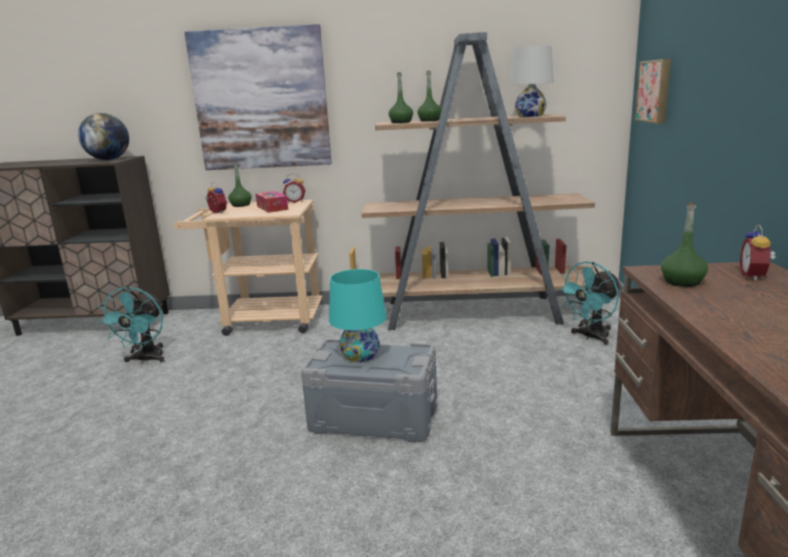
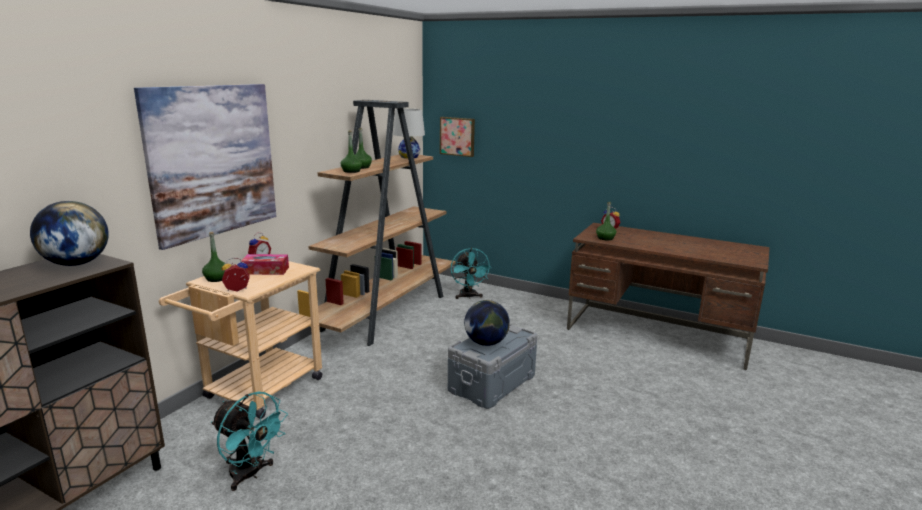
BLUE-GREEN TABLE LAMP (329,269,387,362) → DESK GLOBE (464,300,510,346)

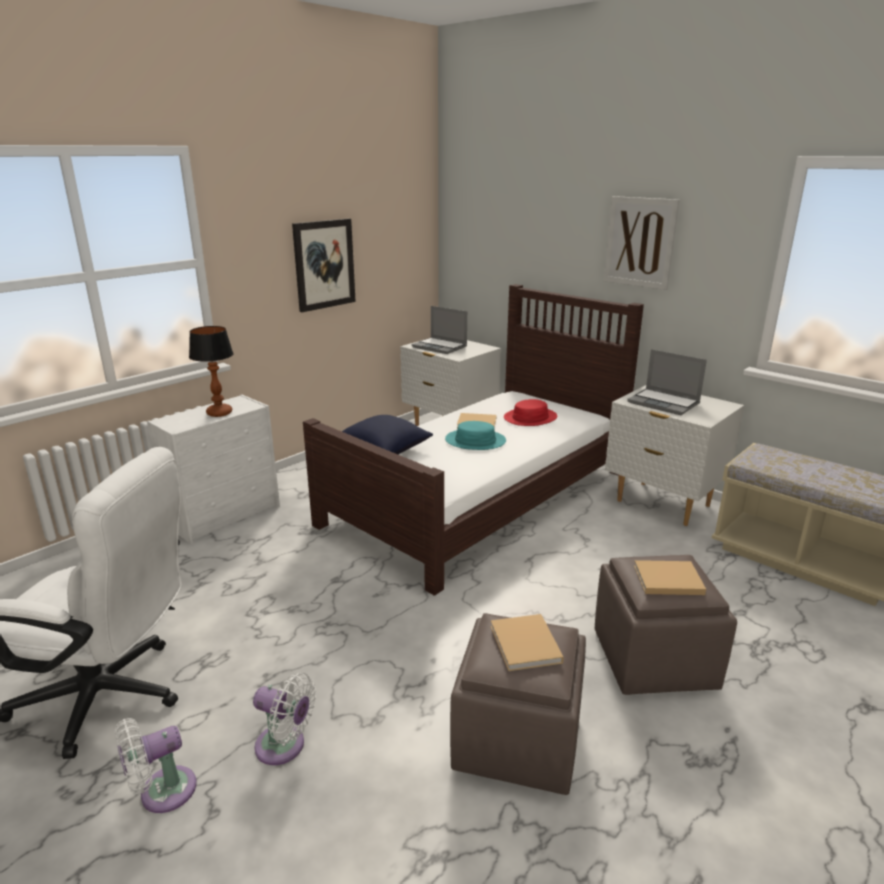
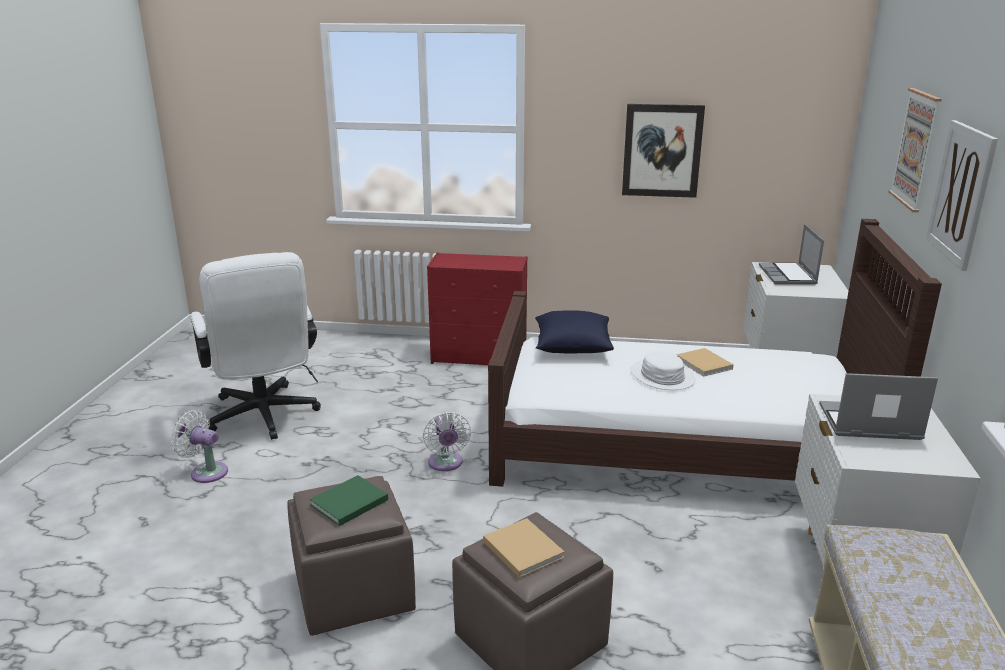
TABLE LAMP (189,326,234,417) → -
REDDISH HAT (504,399,557,426) → -
- → WALL ART (888,88,942,212)
WHITE COOLING FAN (253,673,316,765) → WHITE COOLING FAN (423,412,471,471), moved
WHITE DRAWER CHEST (147,395,280,544) → REDDISH DRAWER CHEST (427,252,527,365)
BLUE-GREEN HAT (445,421,506,450) → WHITE HAT (631,351,696,390)
BEIGE BOOK (490,614,564,671) → GREEN BOOK (309,475,388,526)
PORTABLE COMPUTER (627,349,707,415) → PORTABLE COMPUTER (819,373,938,440), 90 degrees clockwise

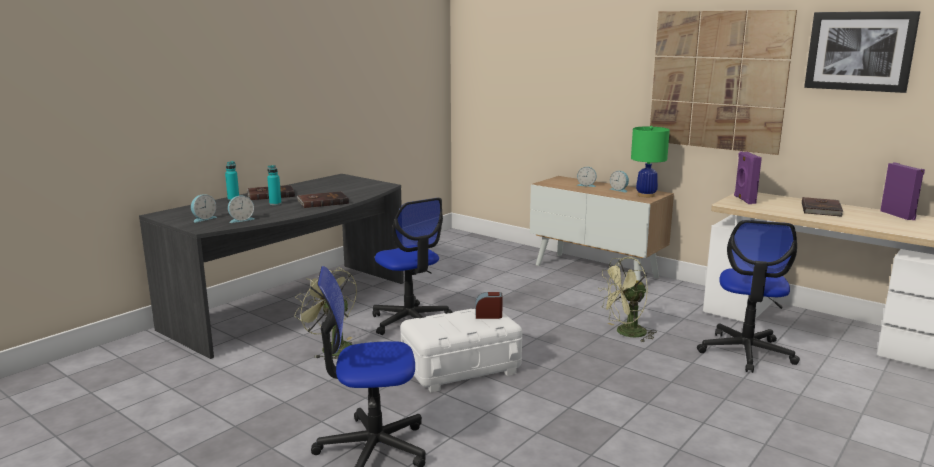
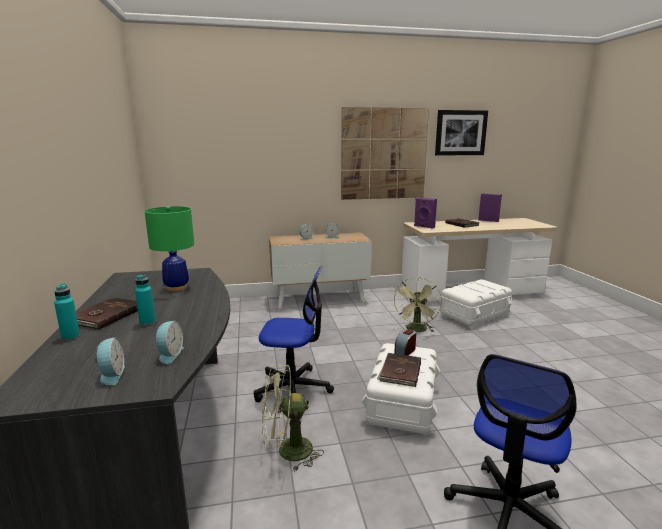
BROWNISH BOOK (297,191,349,208) → BROWNISH BOOK (377,353,421,387), moved
GREEN TABLE LAMP (631,126,670,197) → GREEN TABLE LAMP (145,206,194,291), moved
DESK CHAIR (697,220,800,373) → WHITE STORAGE BOX (440,279,512,329)

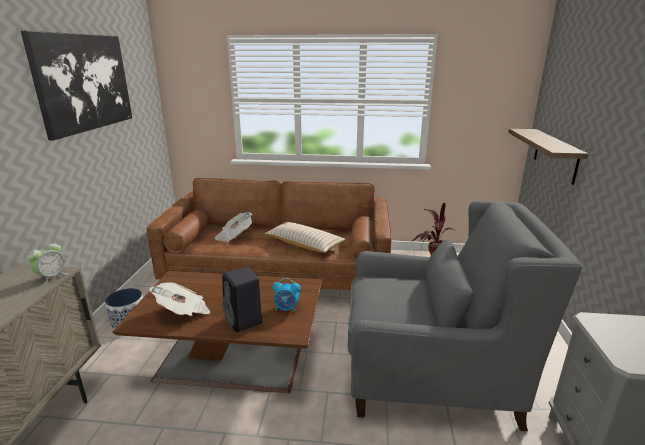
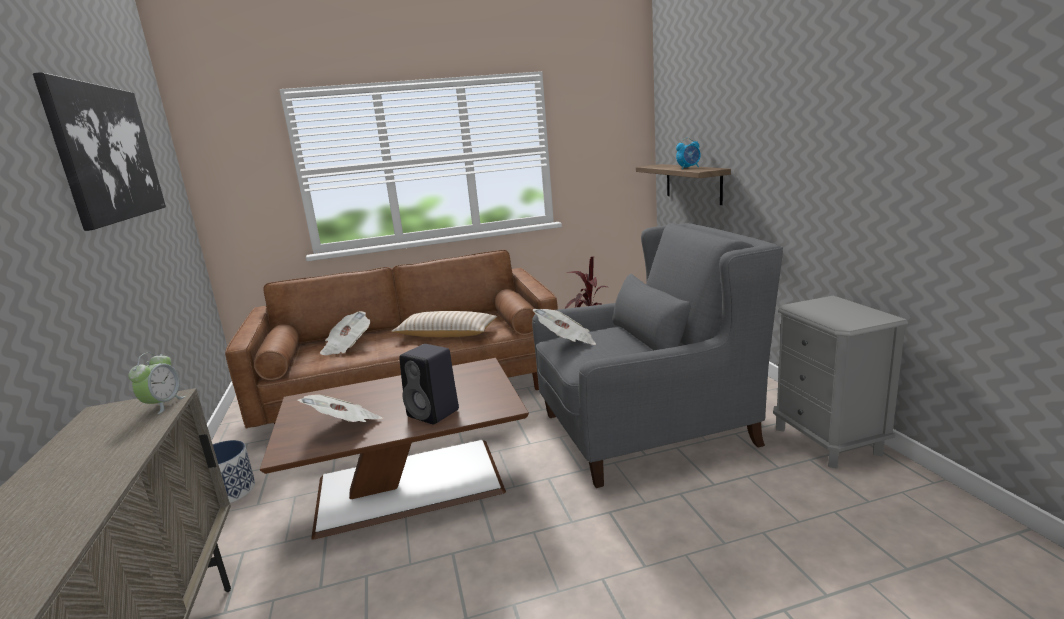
- → DAILY PAPER (533,309,596,345)
ALARM CLOCK (273,278,301,312) → ALARM CLOCK (676,138,701,169), moved

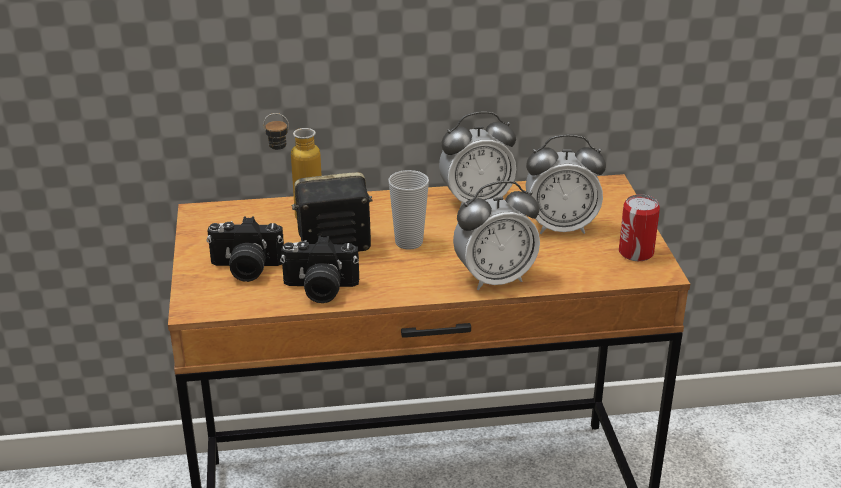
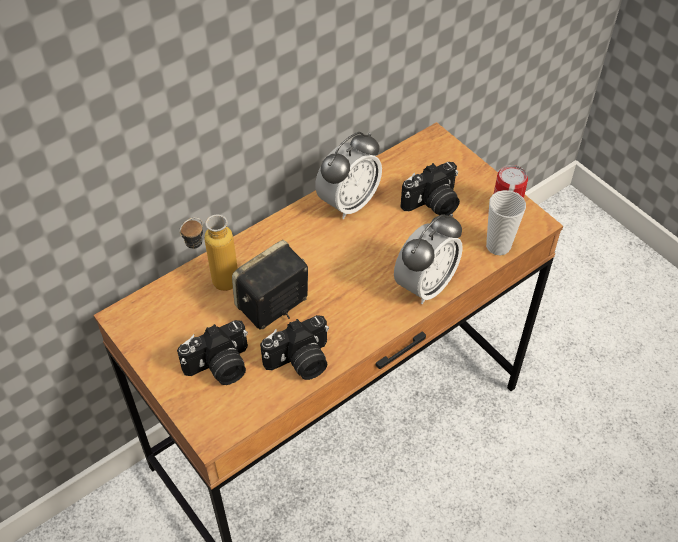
CUP (388,170,429,250) → CUP (486,190,526,255), moved
ALARM CLOCK (526,134,606,234) → STILL CAMERA (401,162,460,216)

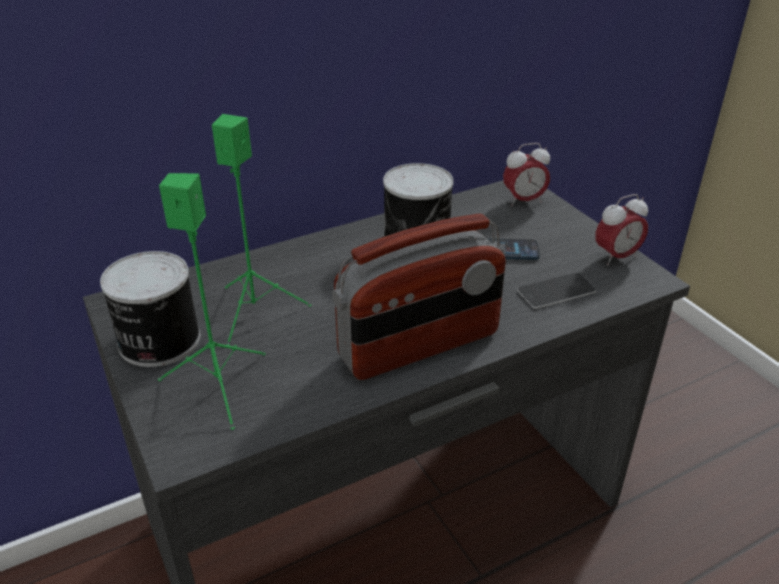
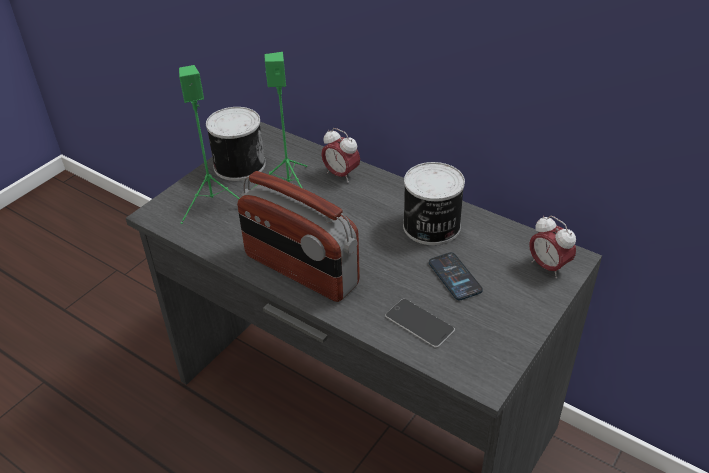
ALARM CLOCK (595,194,648,265) → ALARM CLOCK (321,128,360,183), moved

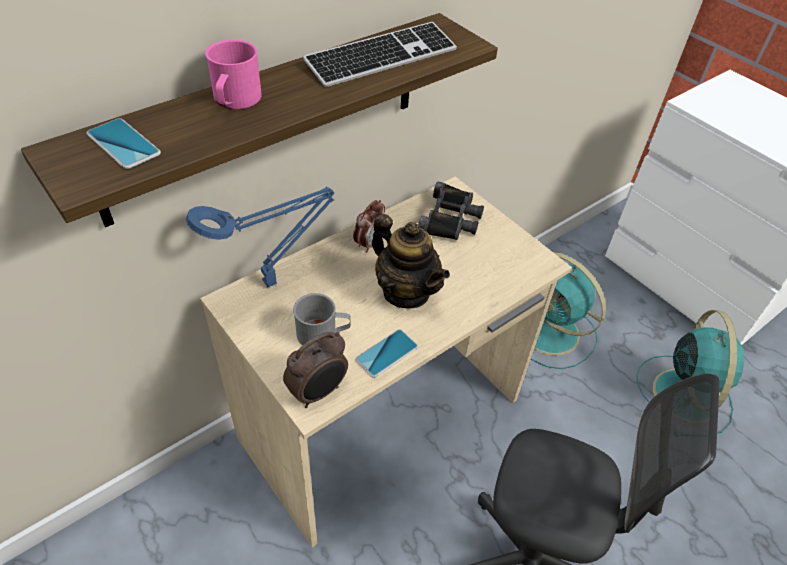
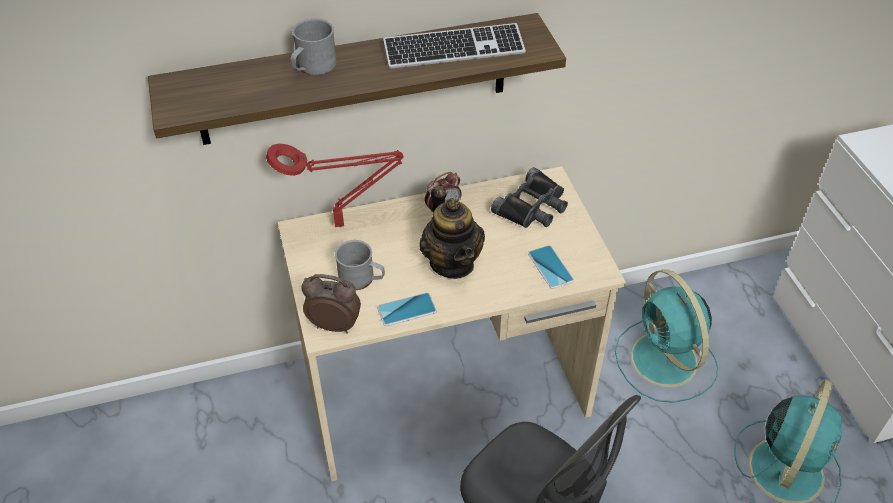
PHONE (86,118,161,169) → PHONE (528,245,574,289), moved
BLUISH TABLE LAMP (186,187,334,288) → REDDISH TABLE LAMP (266,144,404,227)
PINKISH TEA MUG (205,39,262,109) → GREYISH TEA MUG (291,18,336,75)
ALARM CLOCK (283,332,348,408) → ALARM CLOCK (301,274,361,334), 150 degrees counterclockwise

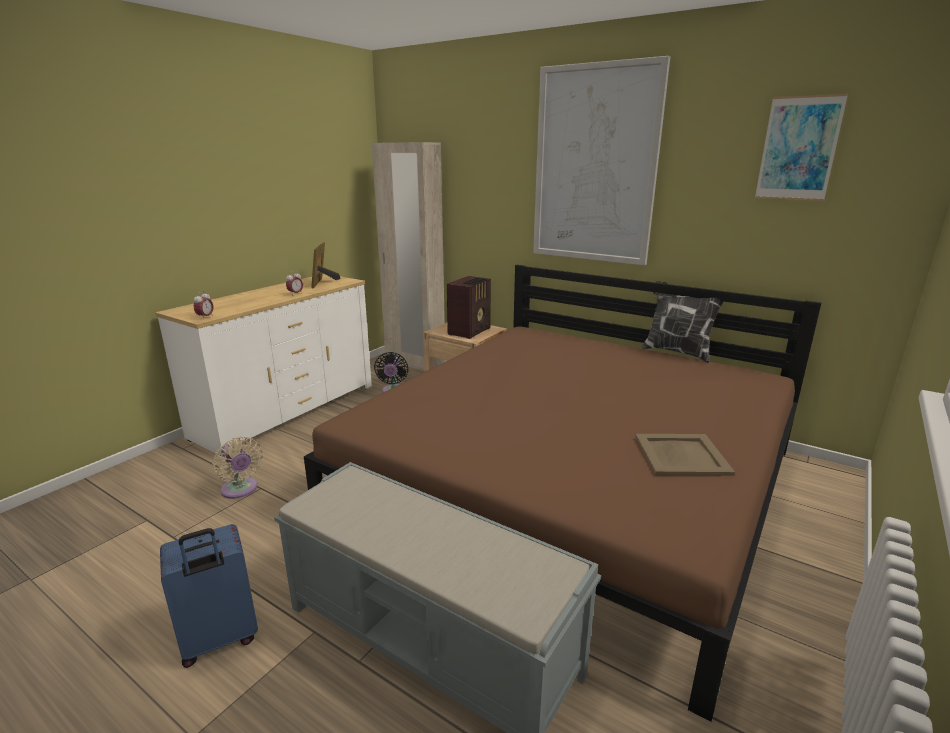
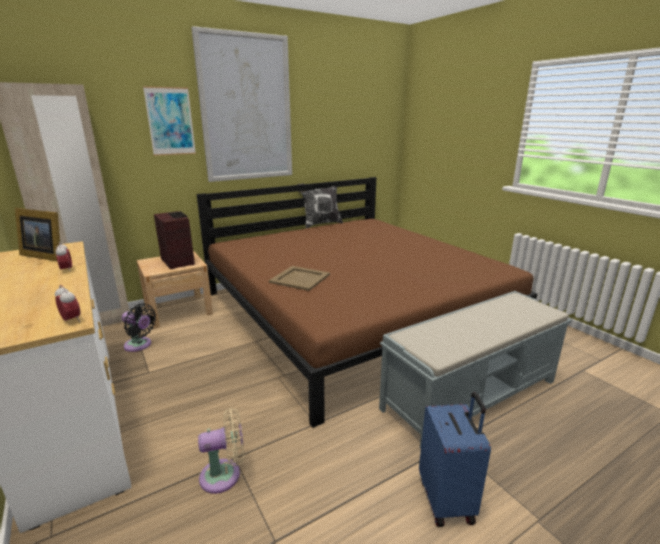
BEIGE SERVING TRAY (635,434,735,476) → BEIGE SERVING TRAY (269,266,330,291), moved
WALL ART (755,94,848,201) → WALL ART (143,86,196,156), moved

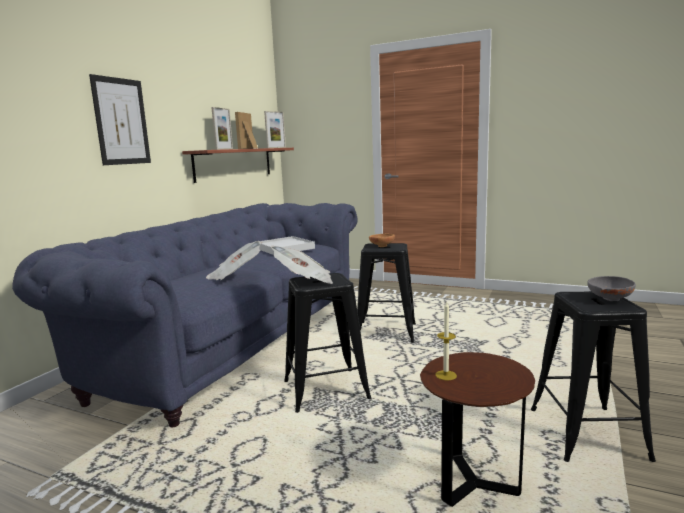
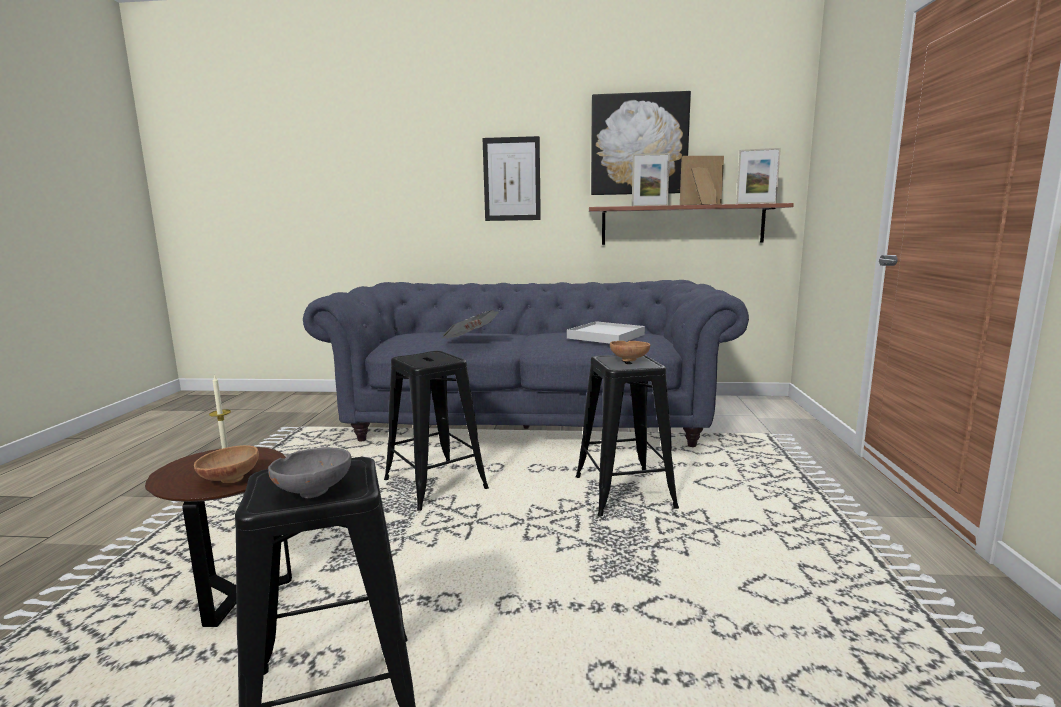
DAILY PAPER (271,246,333,284) → -
- → BROWNISH BOWL (194,445,259,483)
- → WALL ART (591,91,691,195)

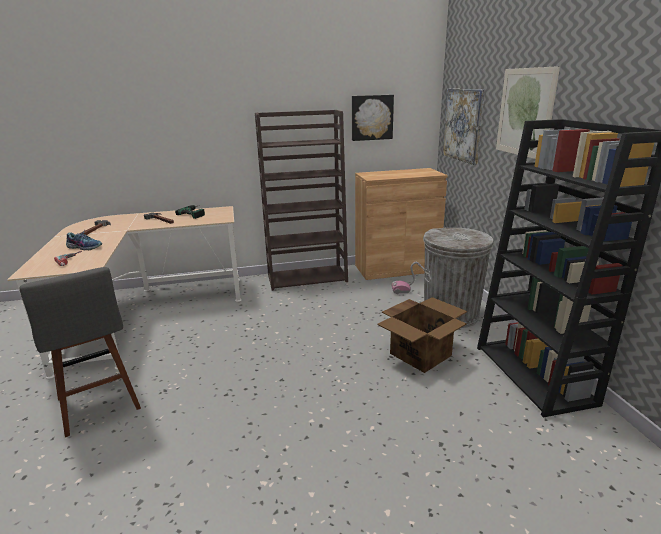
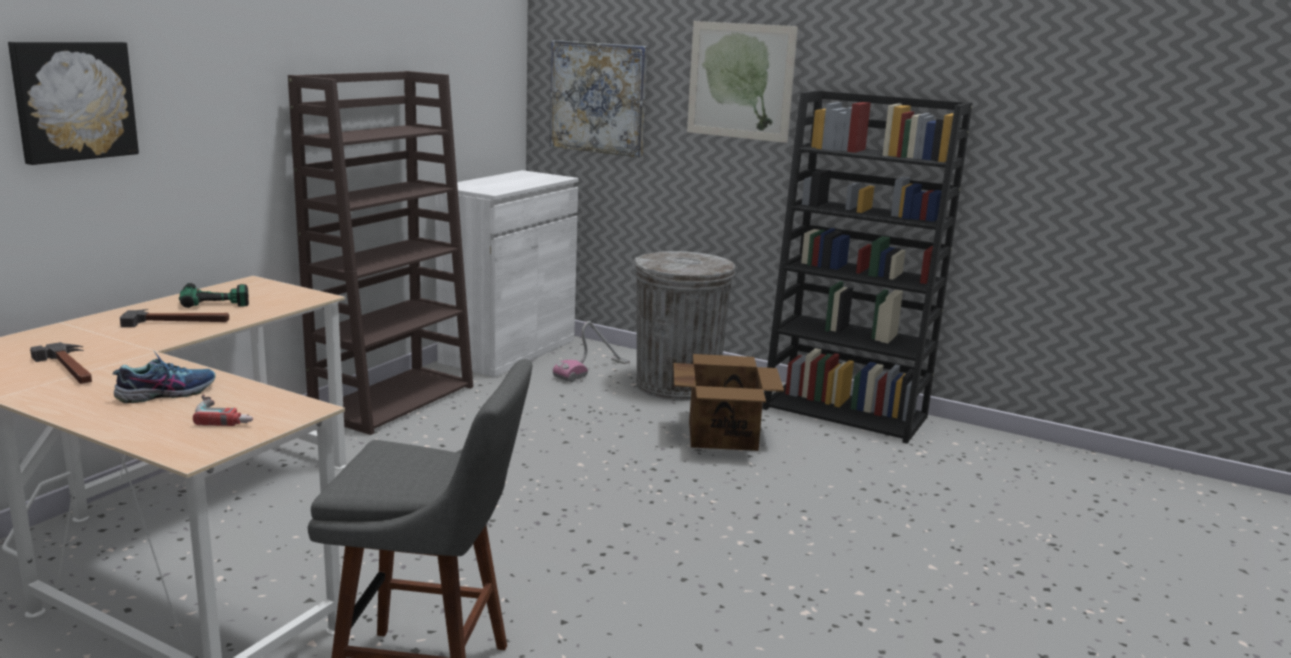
WALL ART (352,95,394,141) → WALL ART (8,42,139,165), moved
BROWNISH CABINET (355,168,448,280) → WHITE CABINET (435,170,578,378)

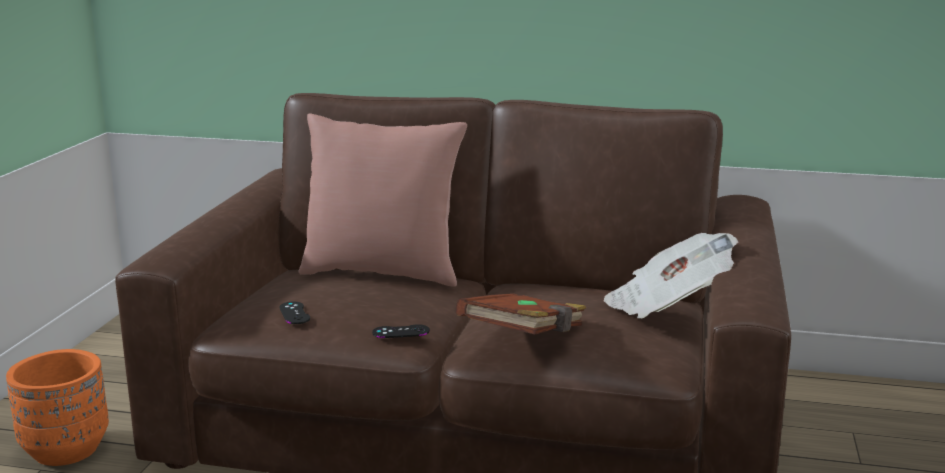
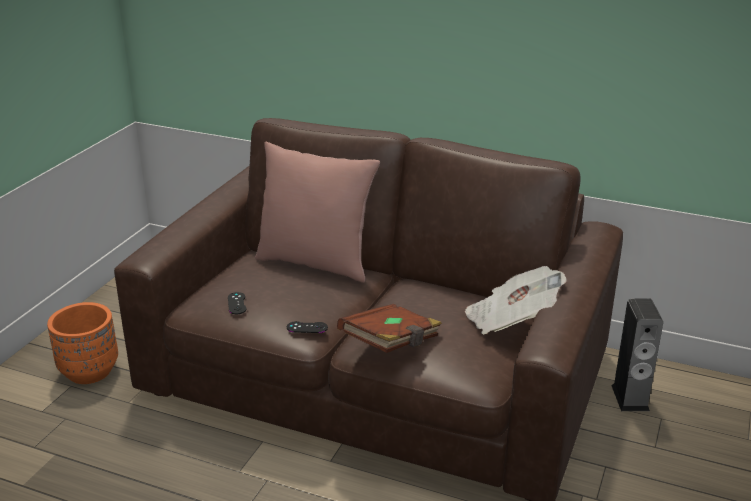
- → AUDIO SPEAKER (611,298,663,411)

